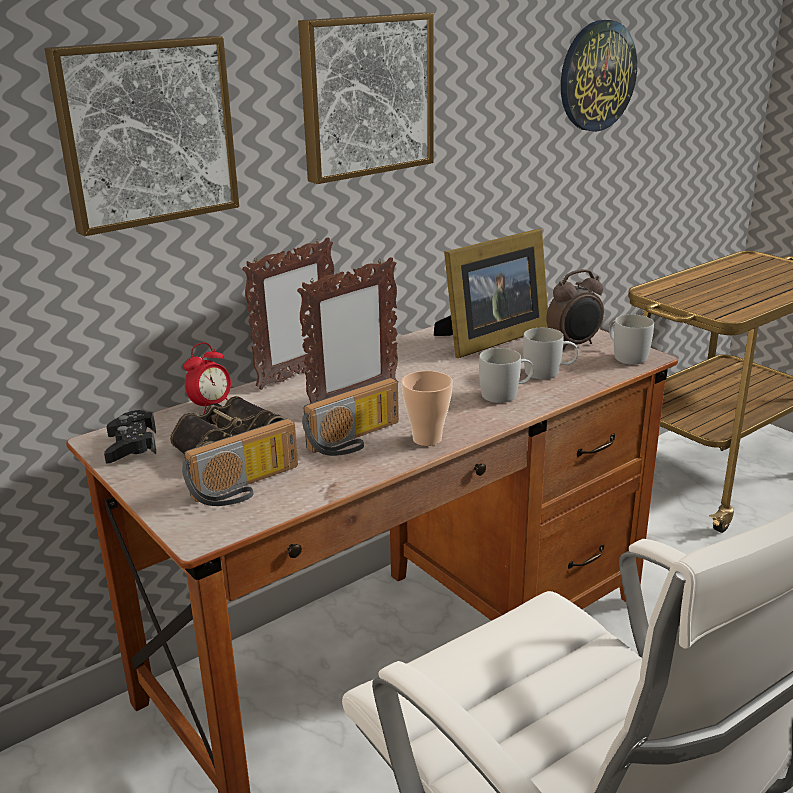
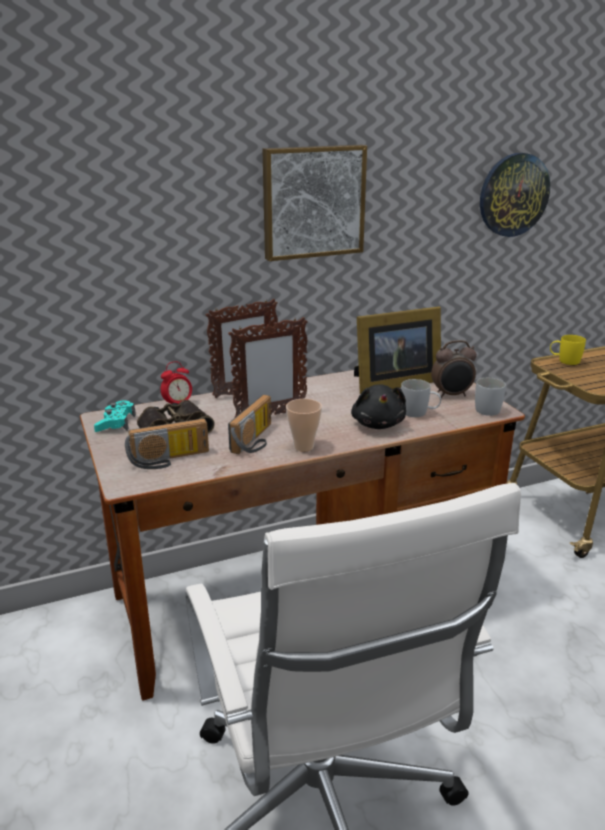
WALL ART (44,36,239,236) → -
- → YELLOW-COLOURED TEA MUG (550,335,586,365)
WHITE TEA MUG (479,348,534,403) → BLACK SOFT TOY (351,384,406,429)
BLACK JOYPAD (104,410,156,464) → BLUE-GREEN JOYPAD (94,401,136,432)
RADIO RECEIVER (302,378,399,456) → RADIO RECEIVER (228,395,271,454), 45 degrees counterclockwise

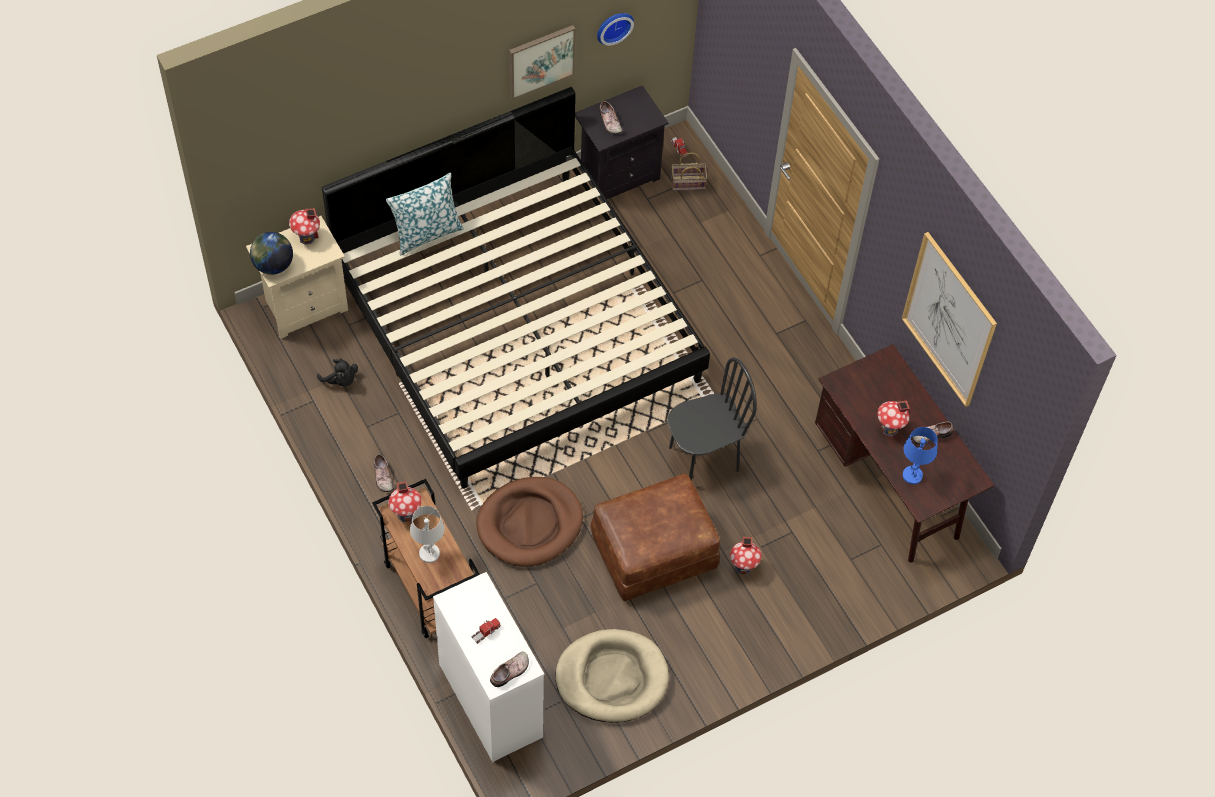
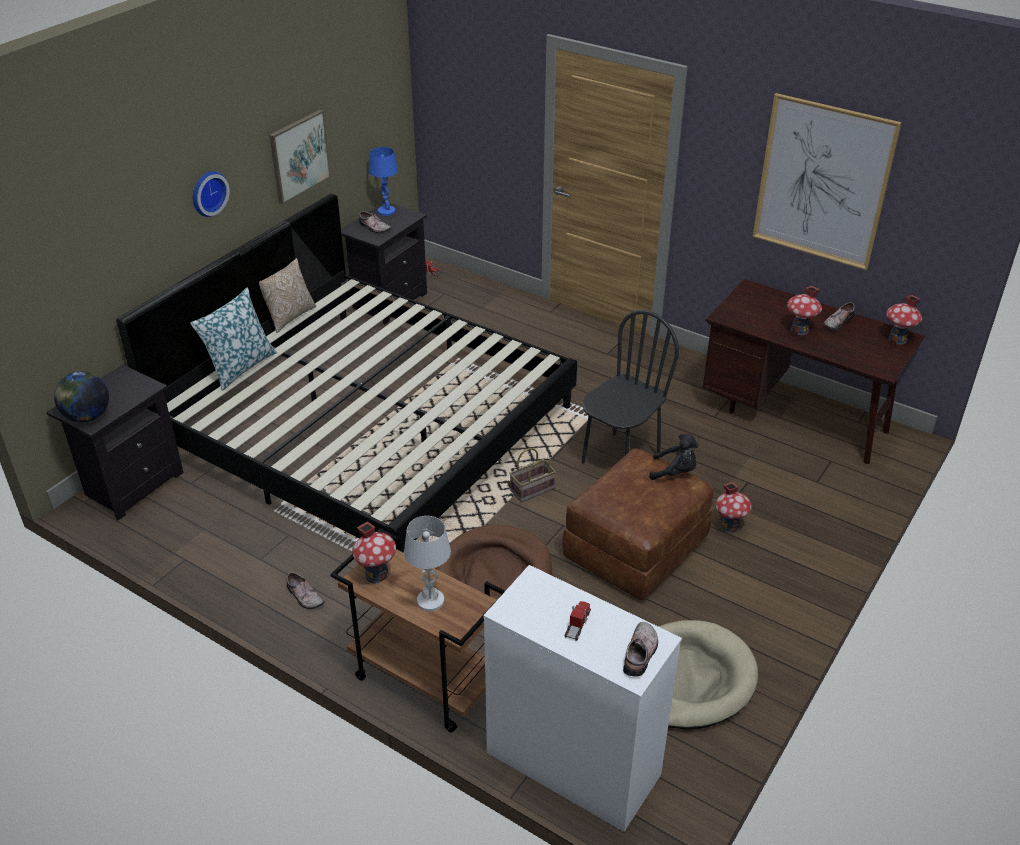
- → THROW PILLOW (259,258,316,333)
TOY HOUSE (289,208,320,245) → TOY HOUSE (886,295,922,345), moved
BLACK SOFT TOY (317,358,358,387) → BLACK SOFT TOY (649,434,699,480), moved
CLOCK ON THE WALL (597,13,634,46) → CLOCK ON THE WALL (193,171,230,217), moved
BASKET (671,152,707,191) → BASKET (509,448,556,503), moved
BLUISH TABLE LAMP (903,427,938,484) → BLUISH TABLE LAMP (369,147,398,216), moved
BEIGE BEDSIDE TABLE (246,216,348,339) → BLACK BEDSIDE TABLE (46,365,184,521)

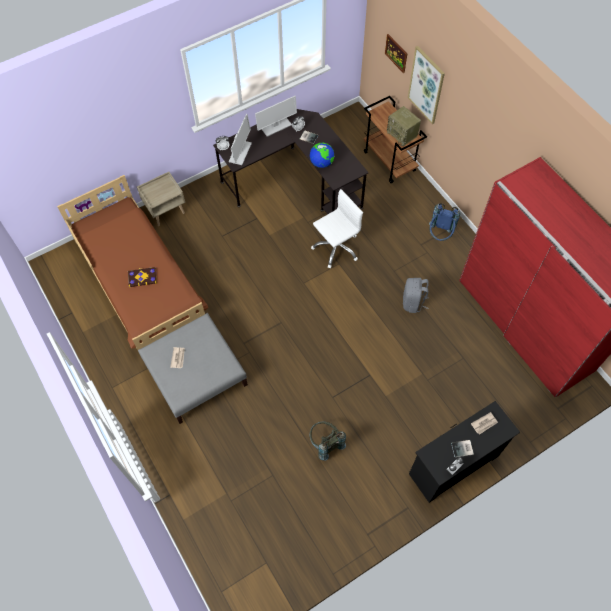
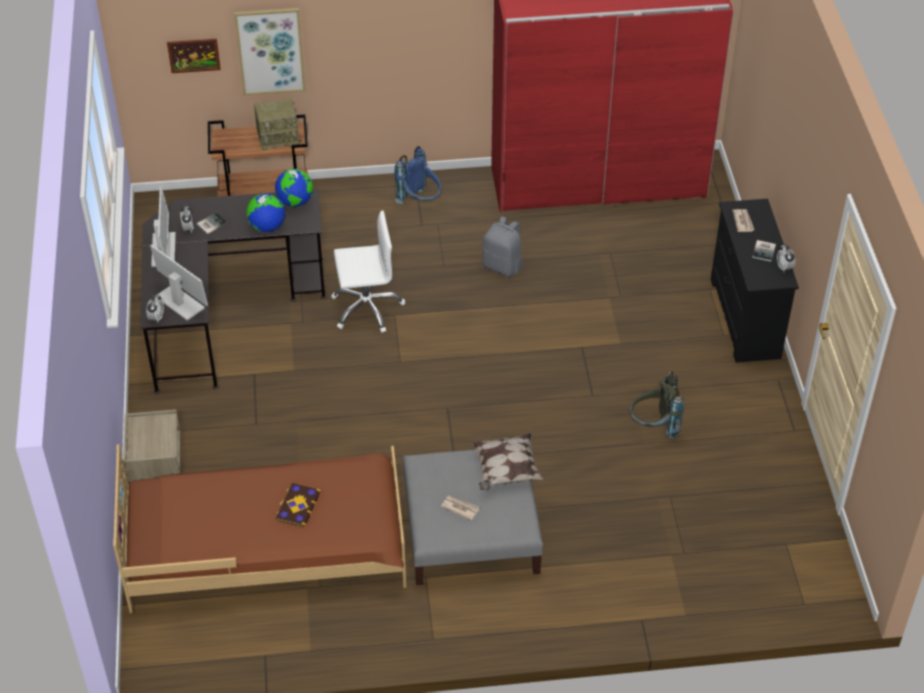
- → DESK GLOBE (275,169,313,207)
- → THROW PILLOW (471,433,544,490)
WHITE DESK CHAIR (311,189,363,268) → WHITE DESK CHAIR (331,210,405,333), 90 degrees clockwise

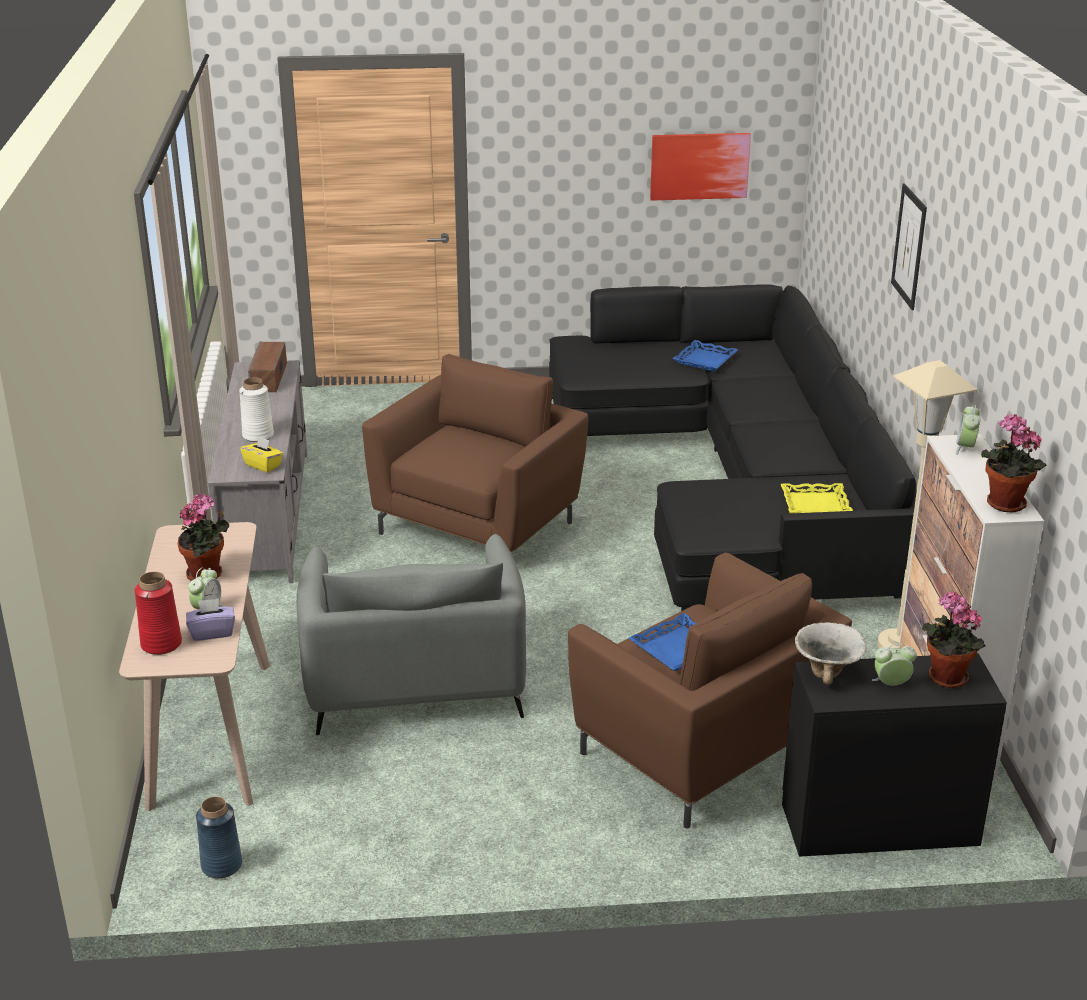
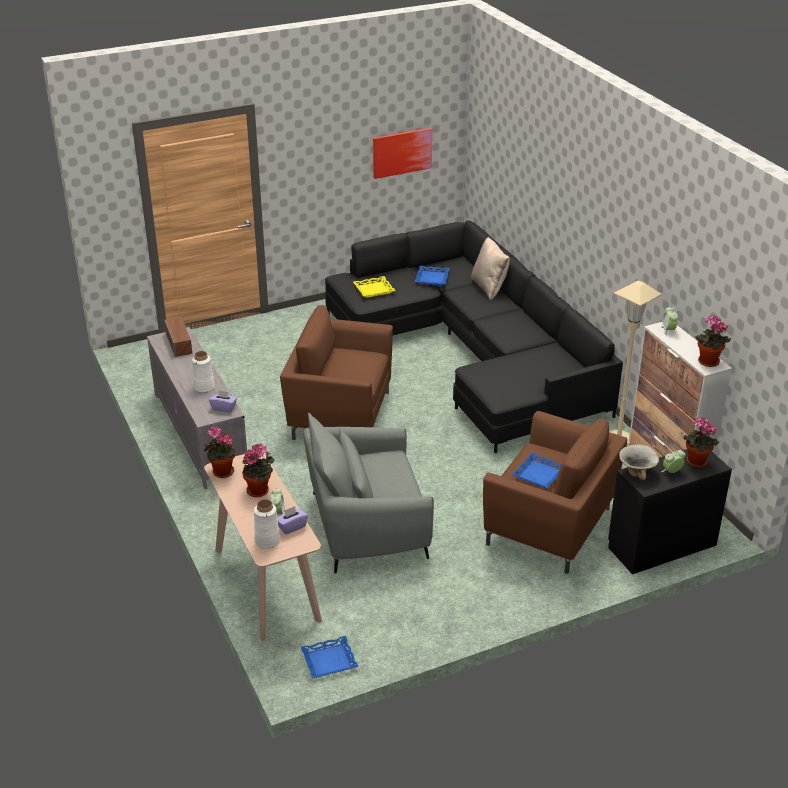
WALL ART (891,183,927,310) → -
- → HOUSEPLANT (203,426,235,478)
- → BEIGE THROW PILLOW (471,237,510,300)
YELLOW-COLOURED SERVING TRAY (781,483,853,513) → YELLOW-COLOURED SERVING TRAY (353,276,395,298), moved
BLUISH FLOWER VASE (196,797,242,879) → BLUISH SERVING TRAY (301,636,359,678)
REDDISH FLOWER VASE (134,572,182,655) → WHITE FLOWER VASE (254,499,280,549)
YELLOW-COLOURED TISSUE BOX (240,436,283,473) → PURPLE-COLOURED TISSUE BOX (209,390,237,413)
GREYISH LOUNGE CHAIR (297,533,526,736) → GREYISH LOUNGE CHAIR (303,412,434,574), 105 degrees clockwise
BROWNISH LOUNGE CHAIR (362,354,588,552) → BROWNISH LOUNGE CHAIR (280,305,393,440), 90 degrees counterclockwise

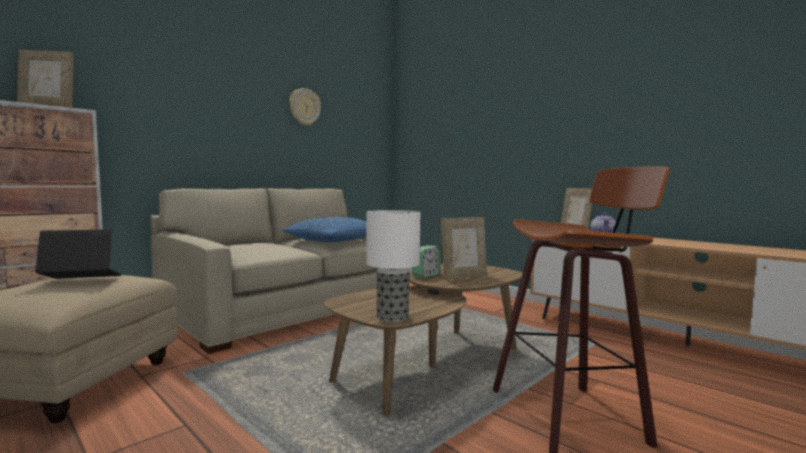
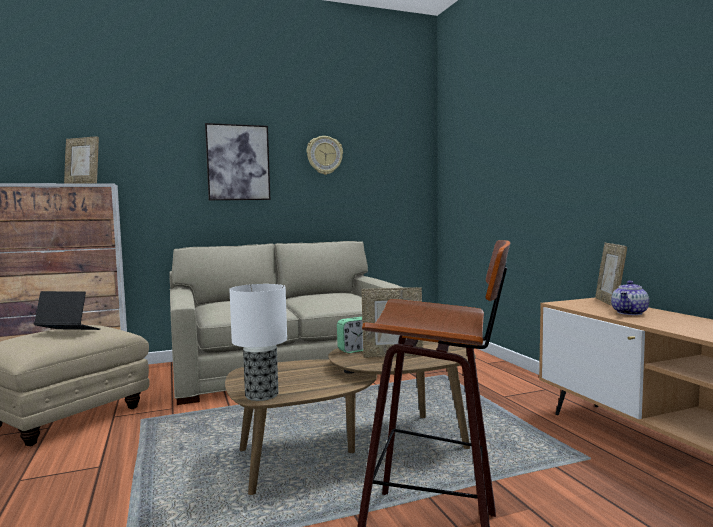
BLUISH THROW PILLOW (282,217,367,243) → -
- → WALL ART (205,123,270,200)

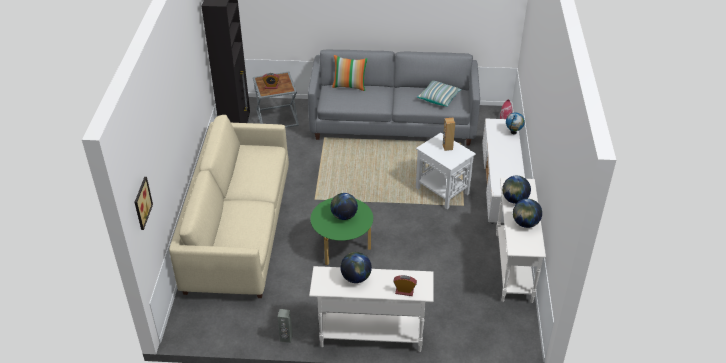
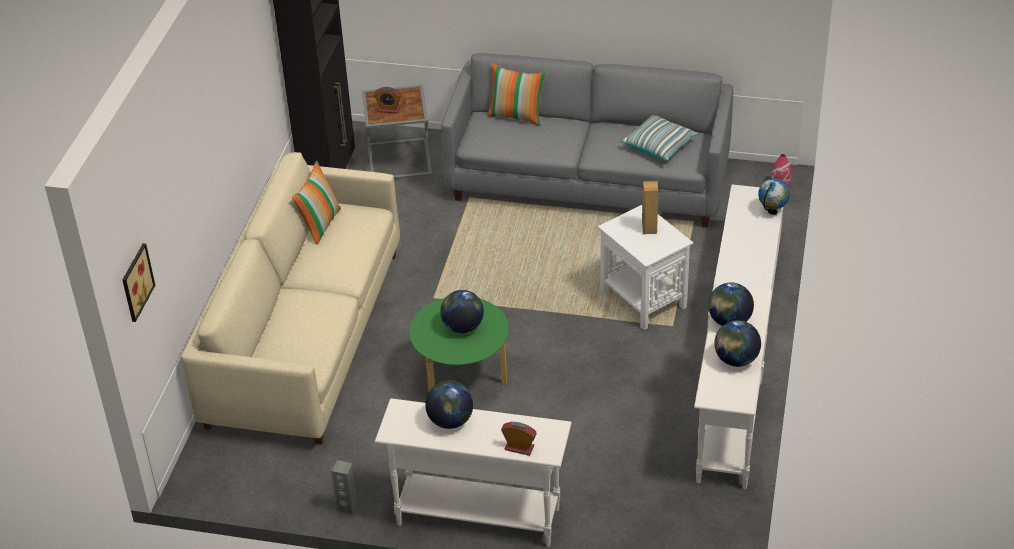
- → THROW PILLOW (292,161,341,245)

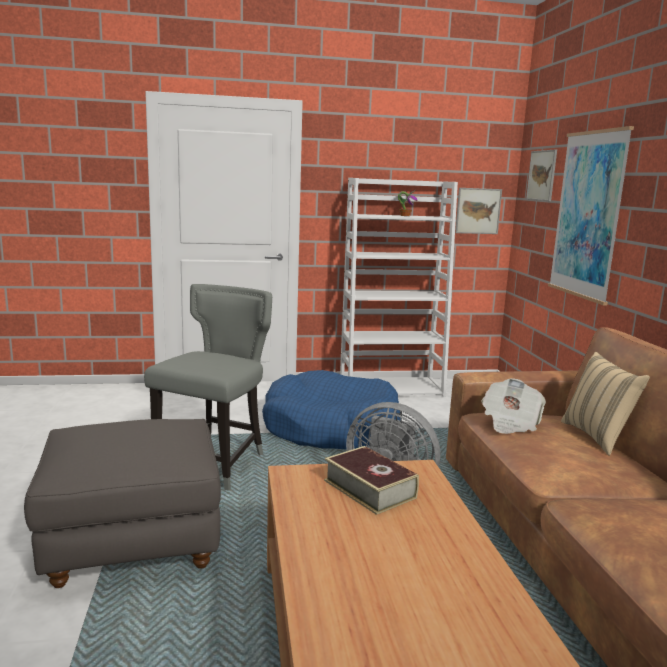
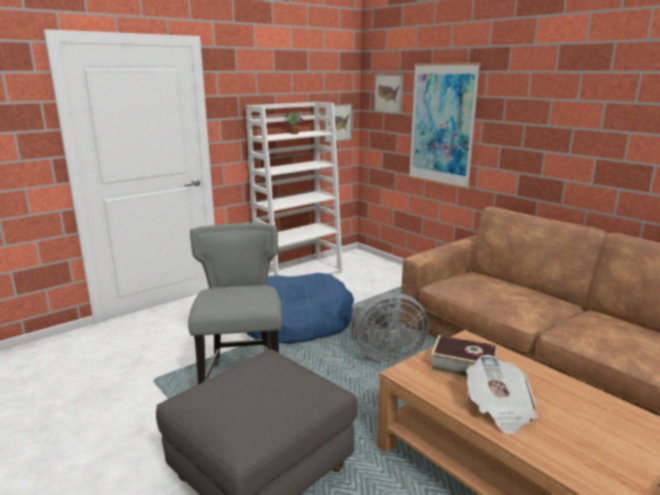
BEIGE THROW PILLOW (561,352,650,456) → -
DAILY PAPER (481,378,546,434) → DAILY PAPER (467,355,538,434), moved

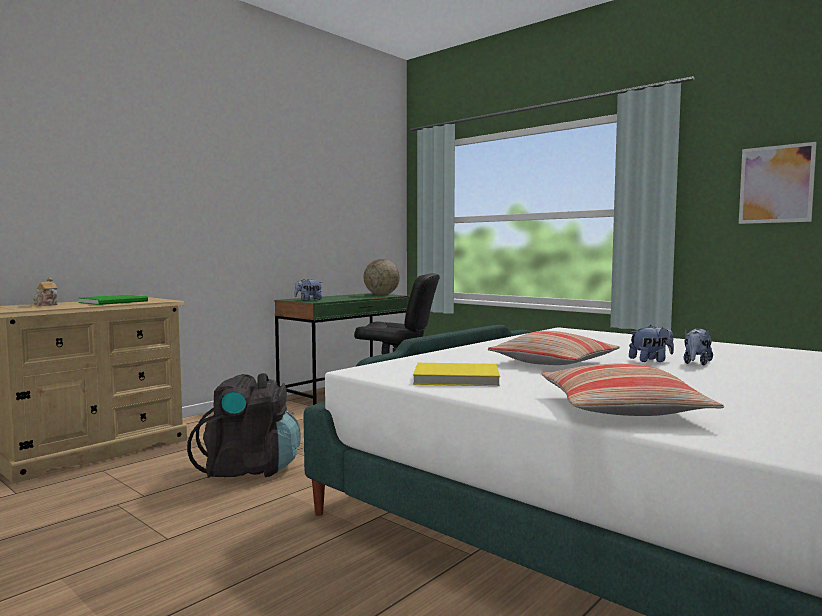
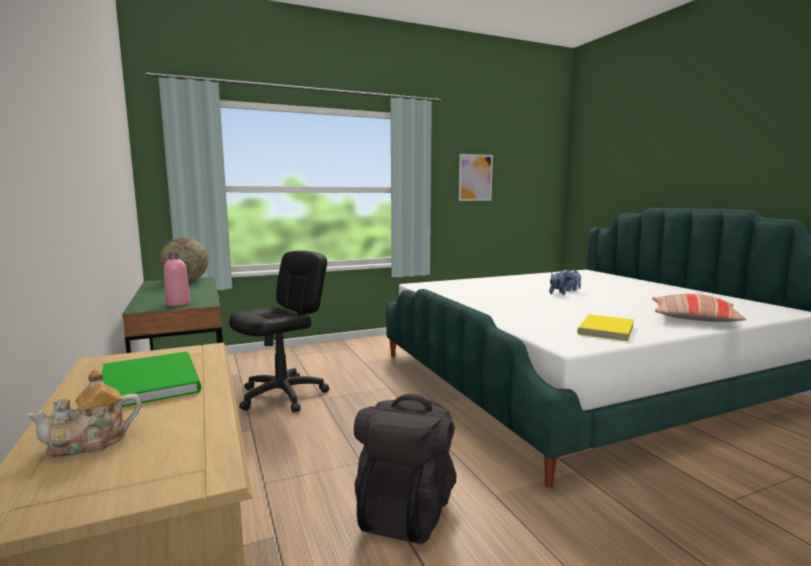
THROW PILLOW (488,331,620,365) → -
SOFT TOY (294,279,322,301) → PINKISH DRINK BOTTLE (164,252,190,306)

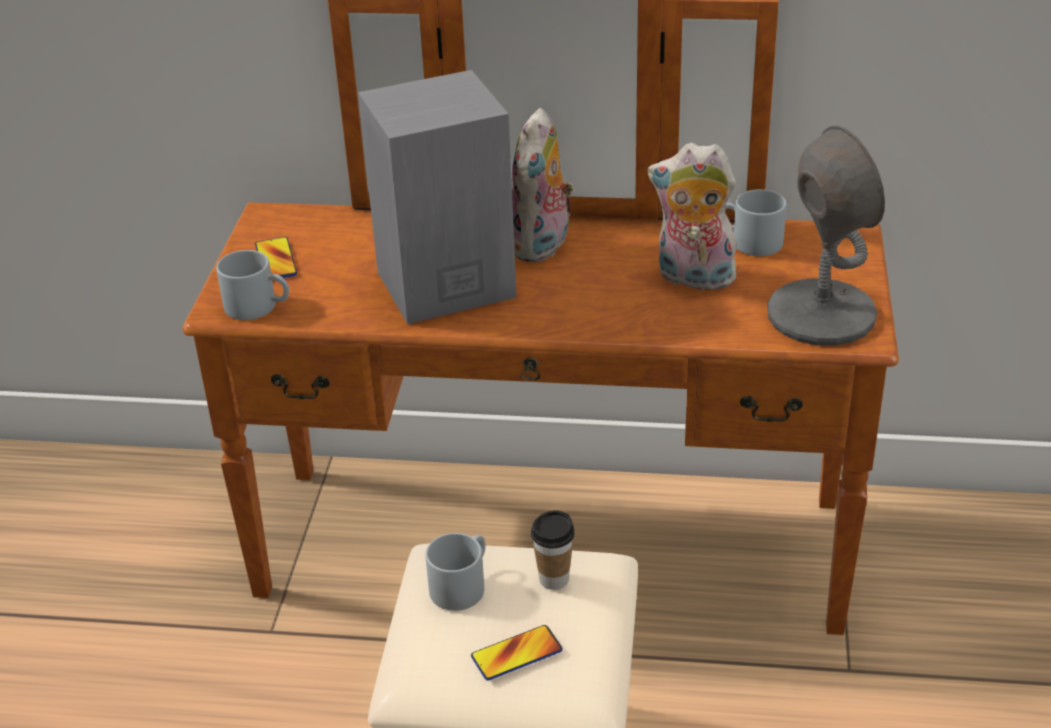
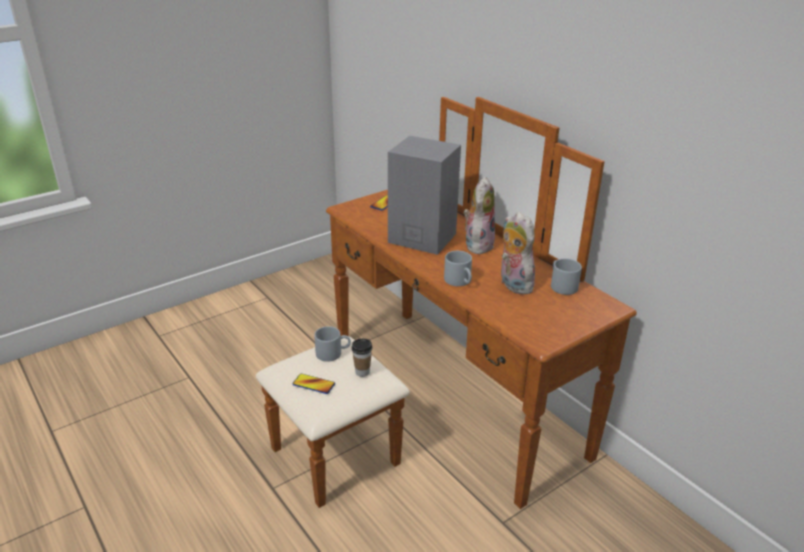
GREYISH TABLE LAMP (767,126,885,346) → -
GREYISH TEA MUG (216,250,289,320) → GREYISH TEA MUG (444,251,472,286), moved
SOFT TOY (512,108,575,263) → SOFT TOY (464,177,495,254), 135 degrees clockwise

